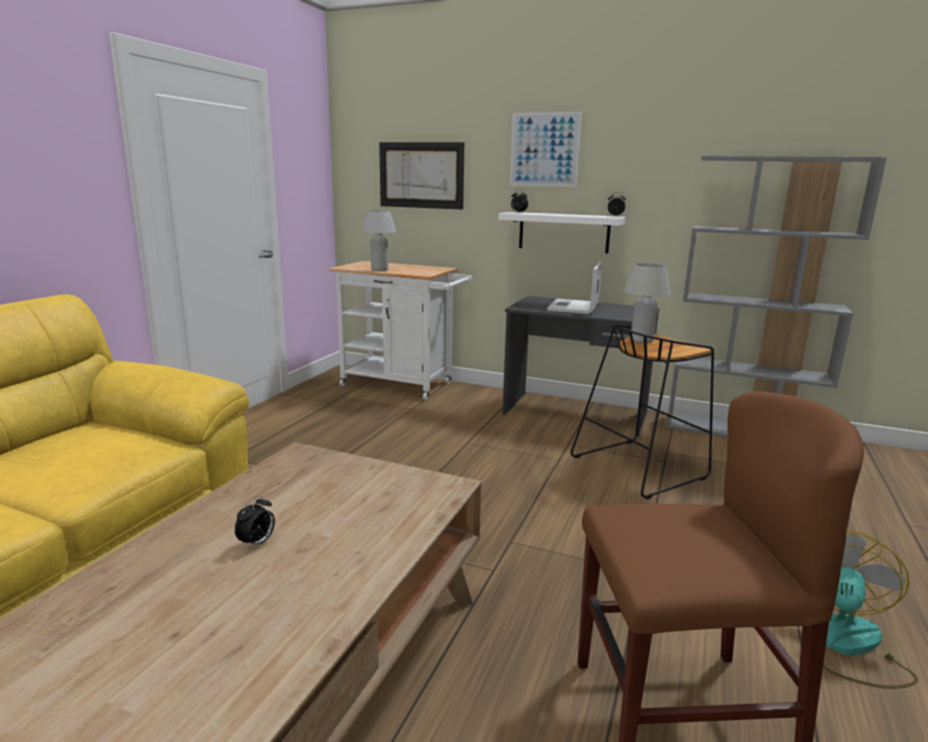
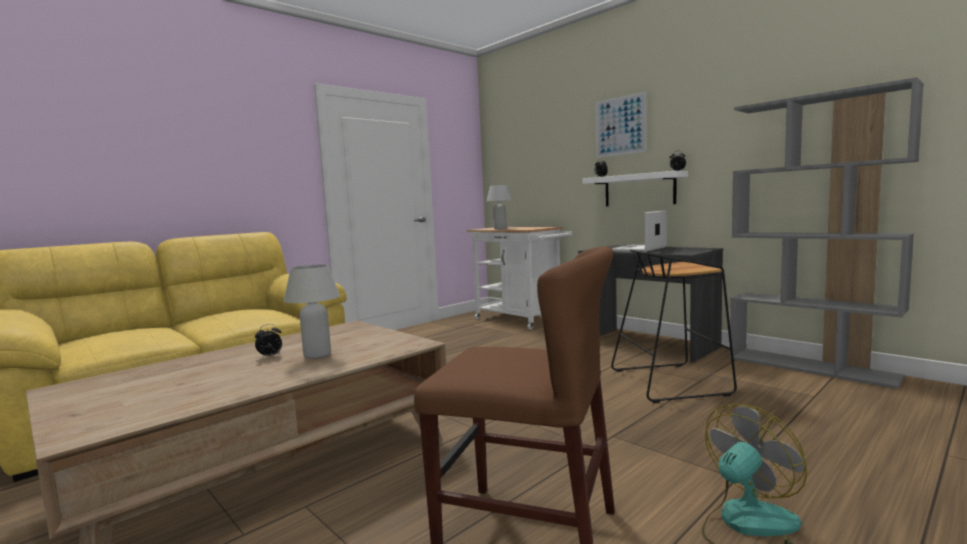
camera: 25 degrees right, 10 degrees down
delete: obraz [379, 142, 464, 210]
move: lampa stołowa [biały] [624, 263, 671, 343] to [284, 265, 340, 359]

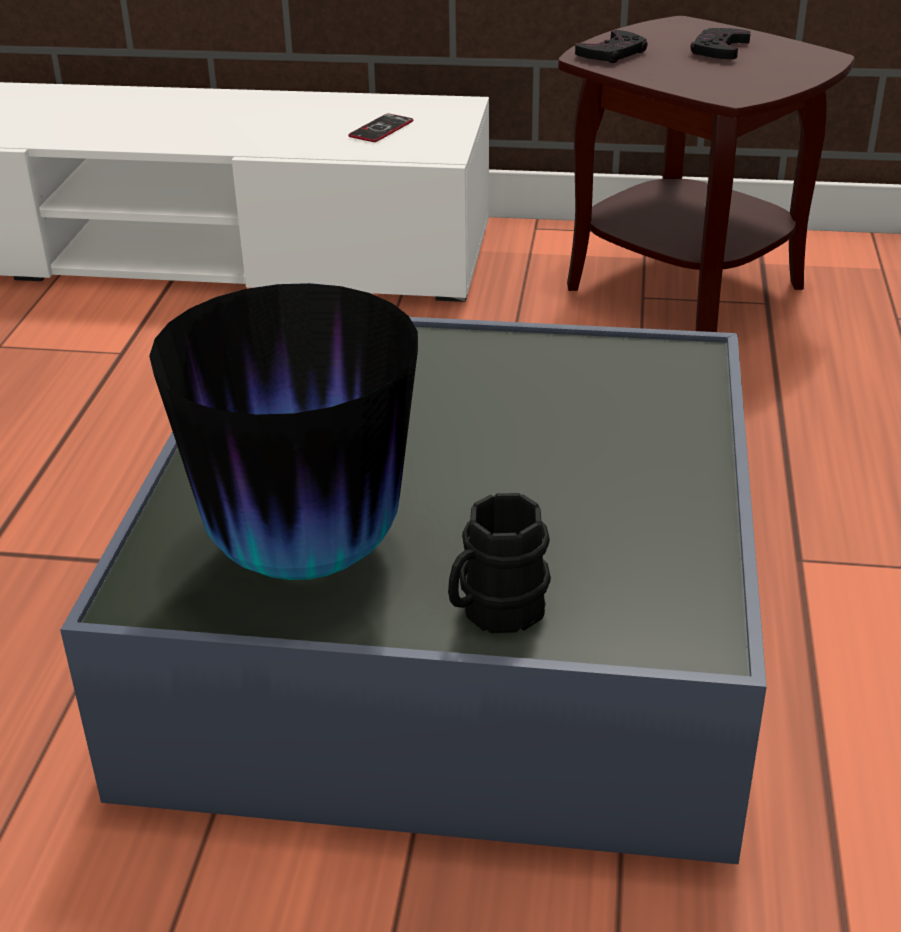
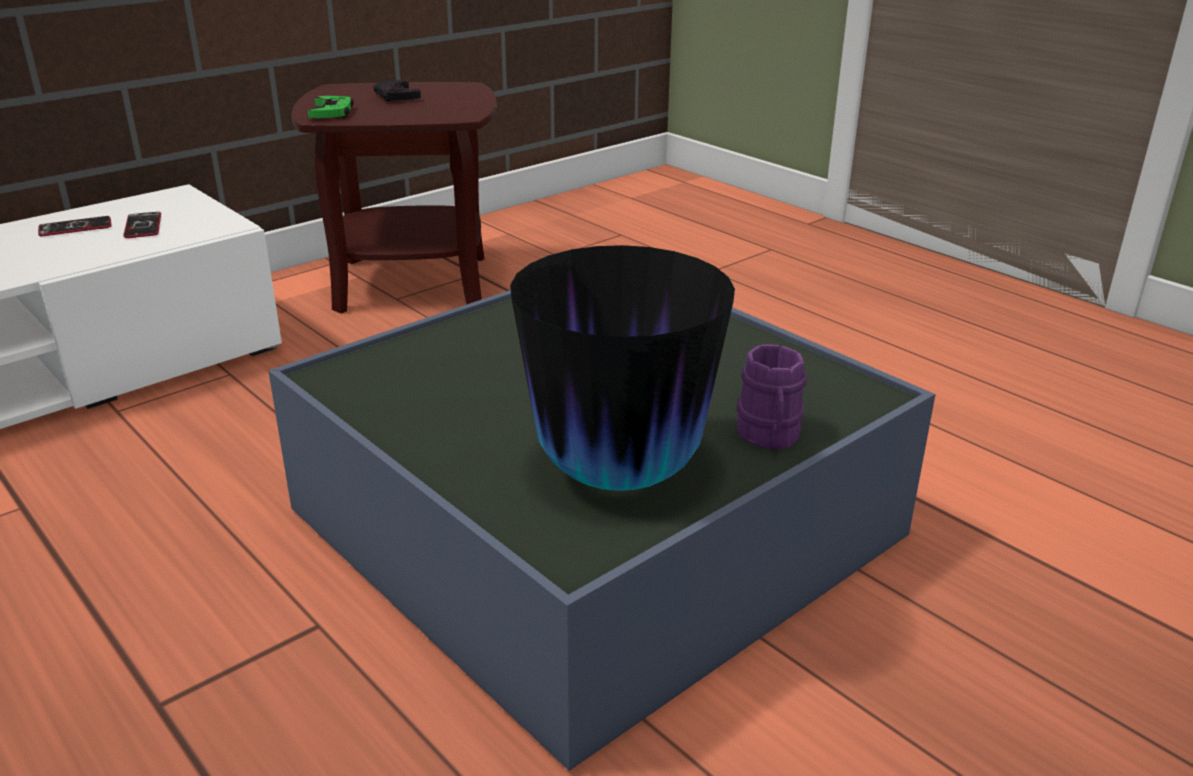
camera: 50 degrees left, 5 degrees down
insert: telefon [38, 216, 112, 236]
recolor: pad do gier [czarny] [575, 30, 648, 63] to pad do gier [zielony] [307, 96, 354, 118]; kubek [czarny] [448, 493, 551, 633] to kubek [fioletowy] [737, 345, 807, 449]

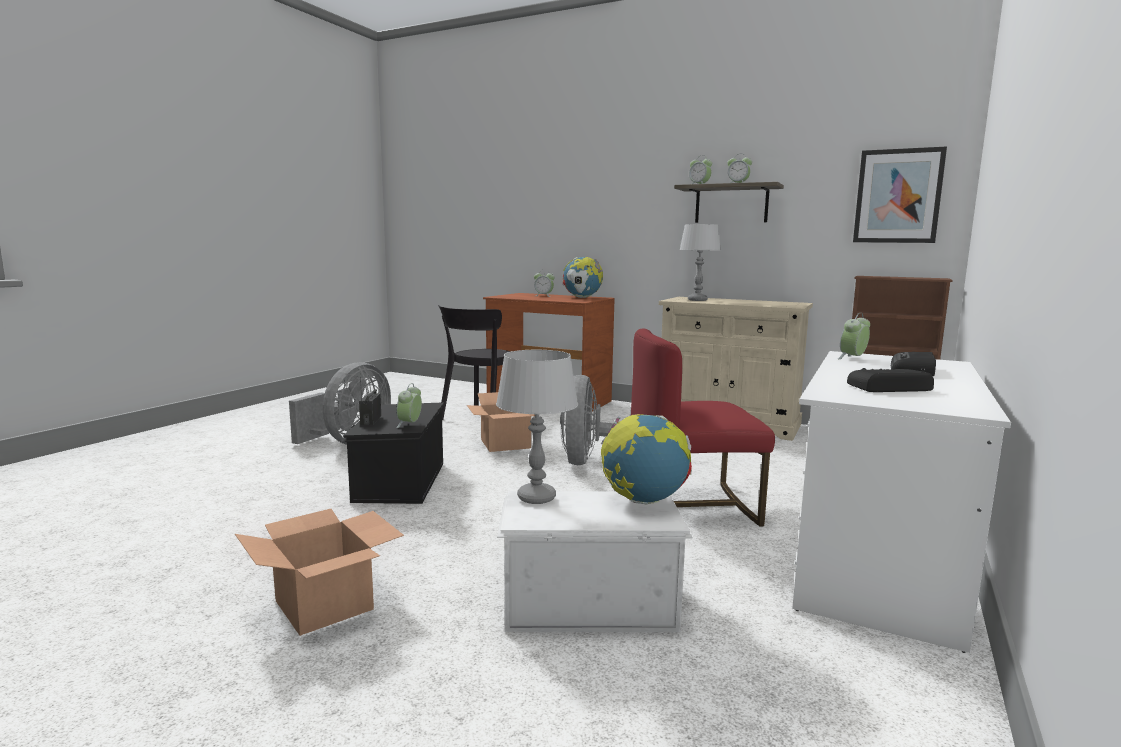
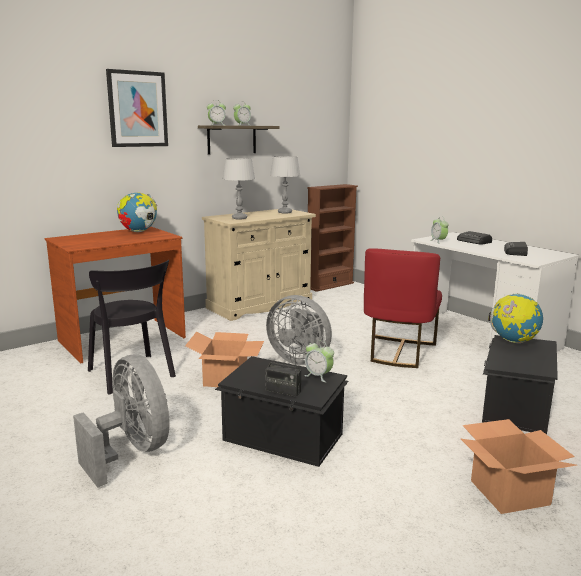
camera: 65 degrees left, 5 degrees up
delete: budzik [534, 270, 555, 297]
move: obraz [853, 147, 947, 243] to [106, 69, 168, 147]; lampa stołowa [szary] [496, 350, 578, 504] to [270, 156, 300, 213]
recolor: pojemnik do przechowywania [biały] [497, 491, 693, 632] to pojemnik do przechowywania [czarny] [482, 335, 558, 435]

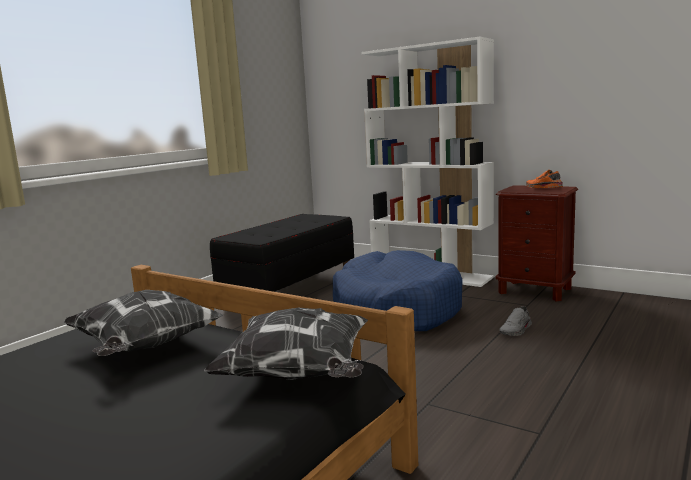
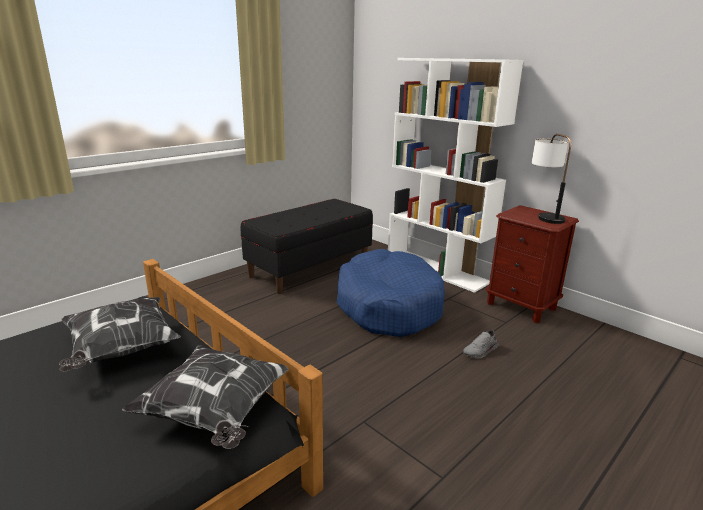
camera: 10 degrees right, 10 degrees up
replace: but [pomarańczowy] [526, 170, 563, 188] to lampa stołowa [532, 134, 571, 224]

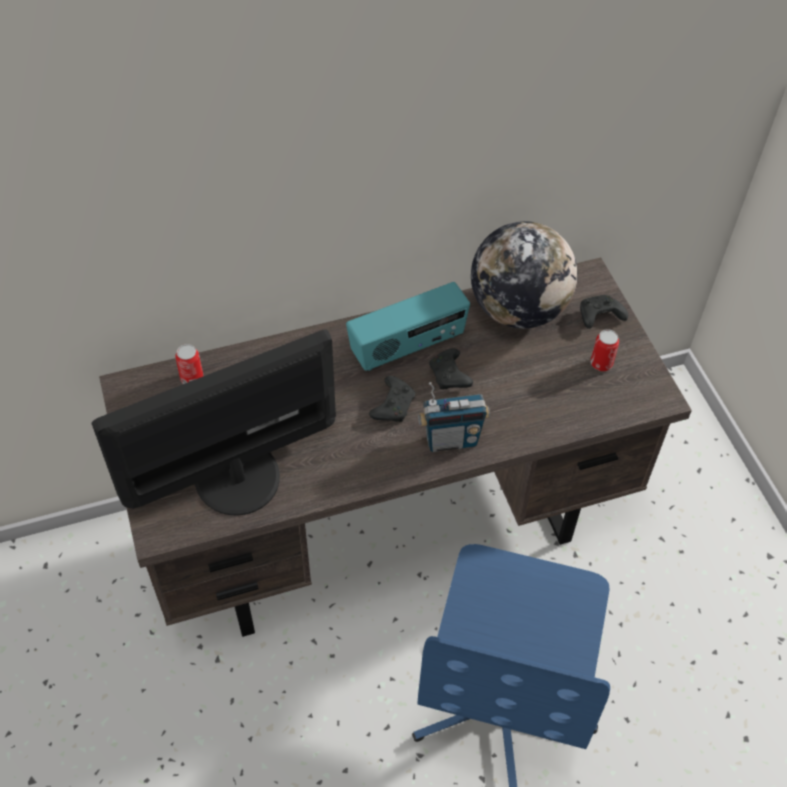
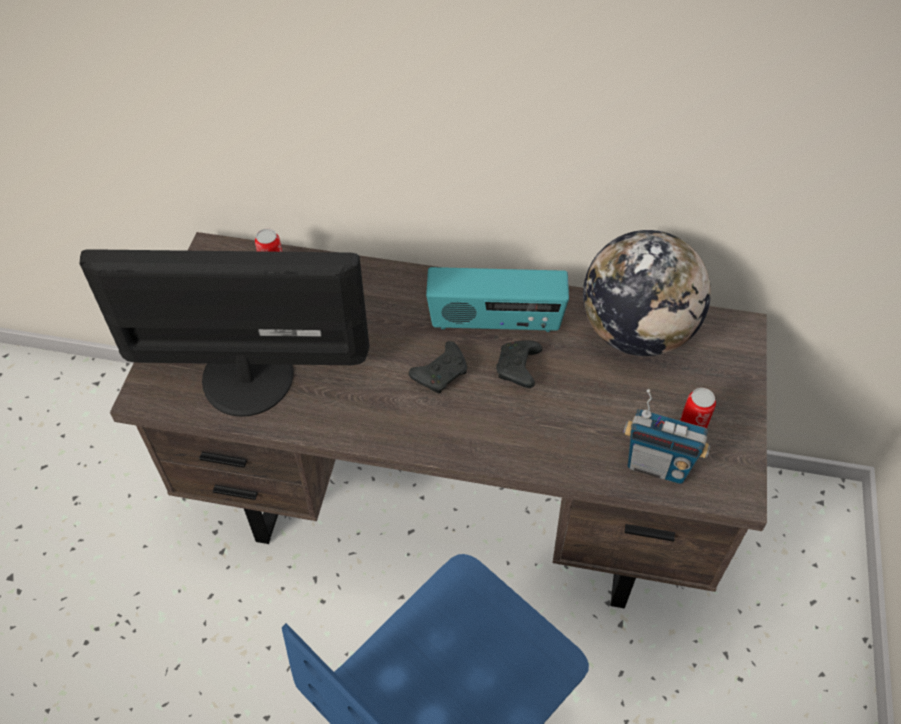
camera: 30 degrees right, 0 degrees up
delete: pad do gier [czarny] [580, 295, 628, 329]
move: radio [418, 382, 490, 452] to [623, 389, 710, 484]

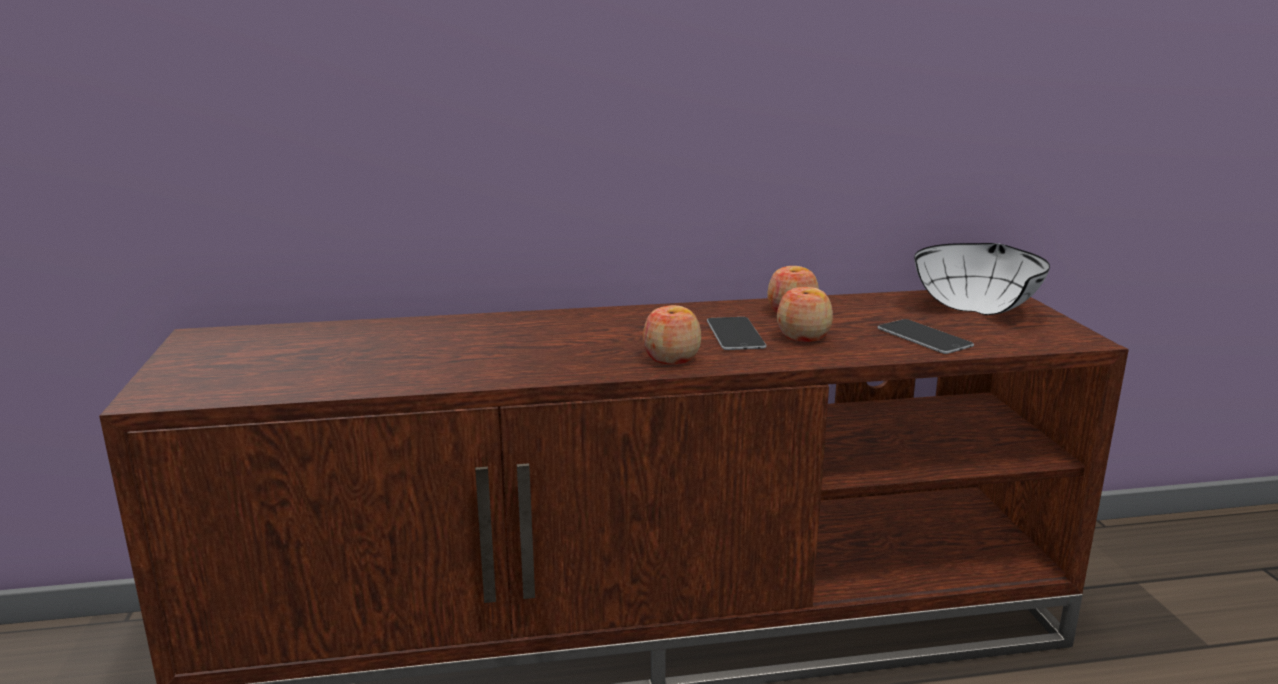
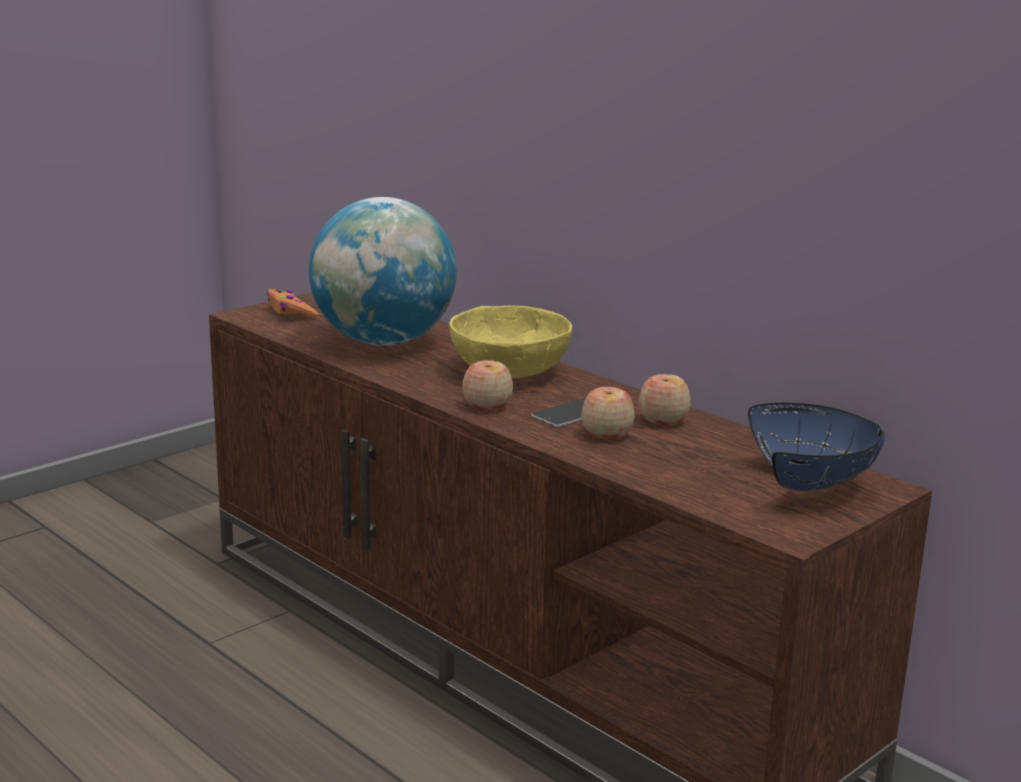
camera: 55 degrees right, 0 degrees up
delete: telefon [878, 319, 974, 354]
insert: pad do gier [pomarańczowy] [267, 289, 318, 319]; globus [309, 197, 457, 346]; miska [żółty] [449, 305, 572, 378]
recolor: miska [biały] [914, 243, 1050, 315] to miska [niebieski] [748, 403, 885, 491]

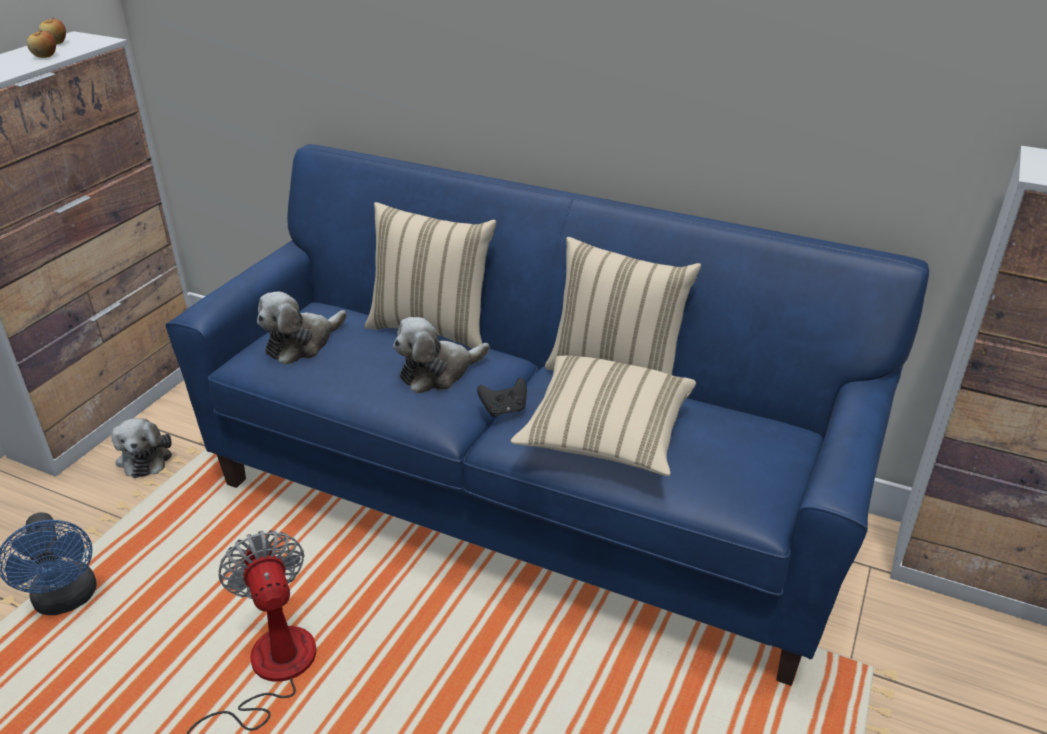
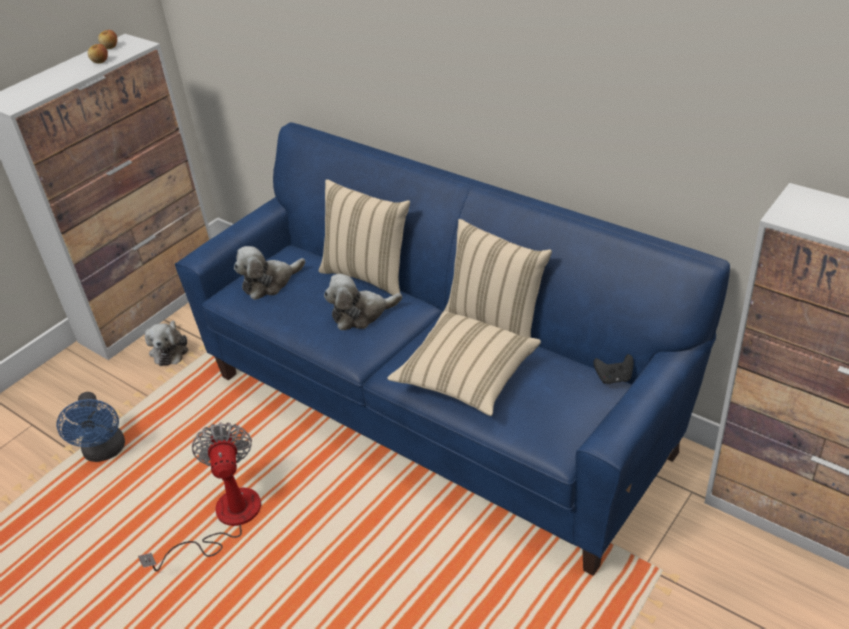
camera: 15 degrees right, 5 degrees up
move: pad do gier [czarny] [477, 377, 527, 417] to [593, 354, 634, 384]

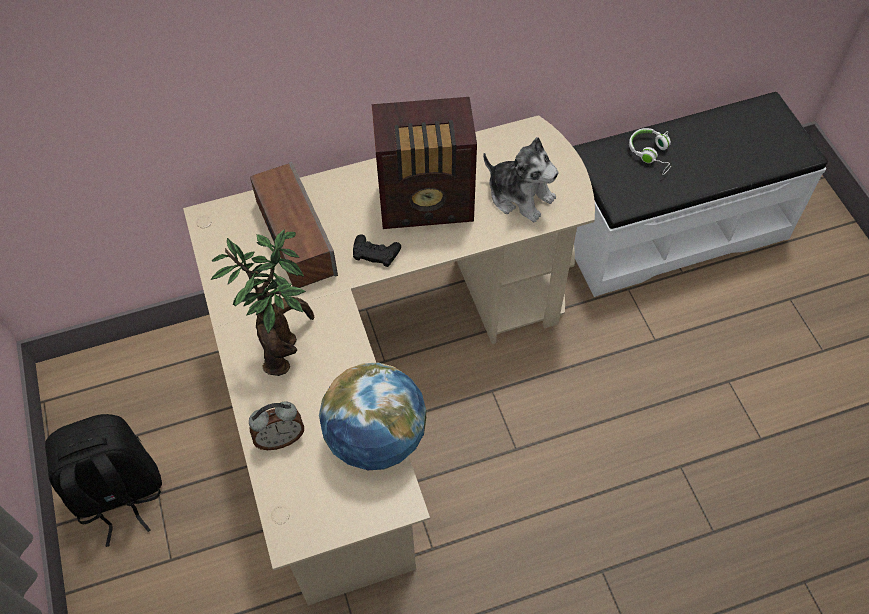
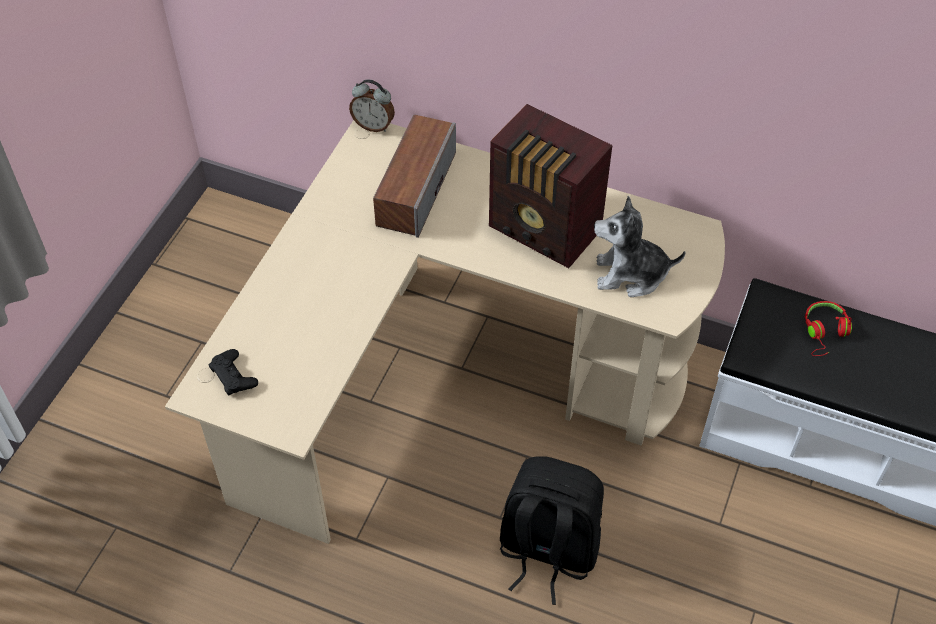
camera: 40 degrees right, 5 degrees down
delete: roślina doniczkowa [211, 229, 314, 376]; globus [319, 363, 426, 470]
move: pad do gier [czarny] [353, 234, 401, 267] to [209, 349, 258, 395]; budzik [249, 401, 304, 450] to [349, 79, 395, 132]; plecak [czarny] [45, 414, 162, 547] to [500, 456, 604, 605]
recolor: słuchawki [biały] [629, 128, 672, 175] to słuchawki [czerwony] [804, 301, 852, 356]
rotate: pluszak [483, 137, 559, 222] = [594, 196, 686, 297] 105 degrees clockwise

